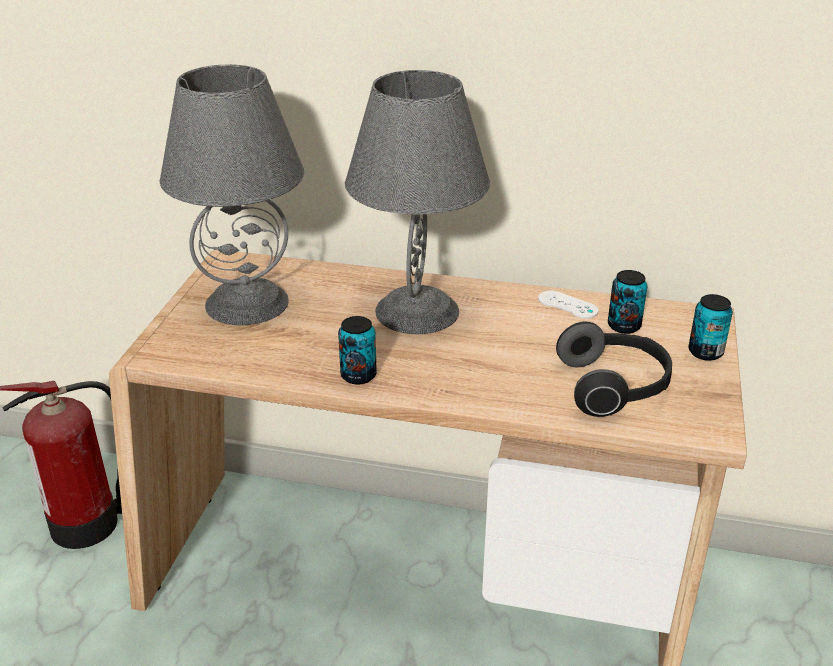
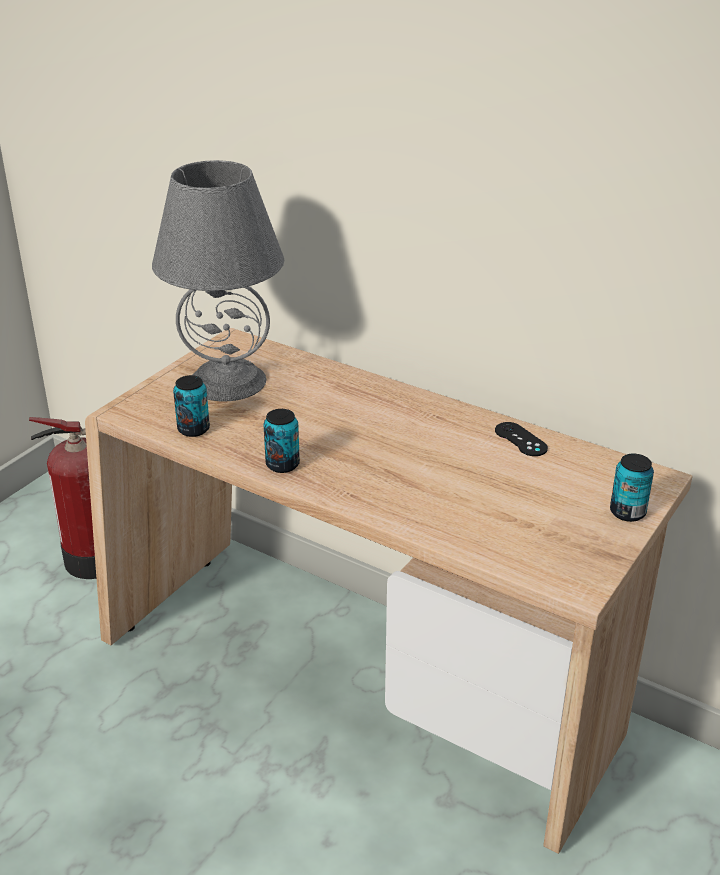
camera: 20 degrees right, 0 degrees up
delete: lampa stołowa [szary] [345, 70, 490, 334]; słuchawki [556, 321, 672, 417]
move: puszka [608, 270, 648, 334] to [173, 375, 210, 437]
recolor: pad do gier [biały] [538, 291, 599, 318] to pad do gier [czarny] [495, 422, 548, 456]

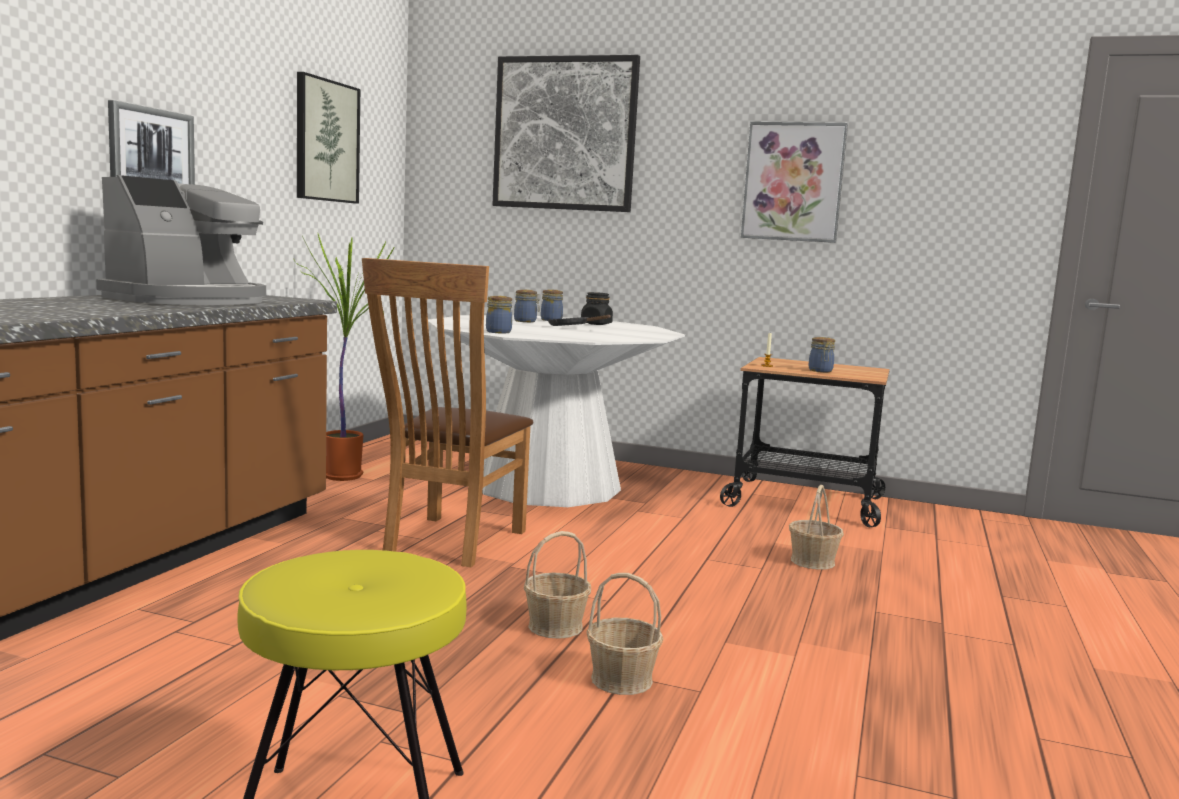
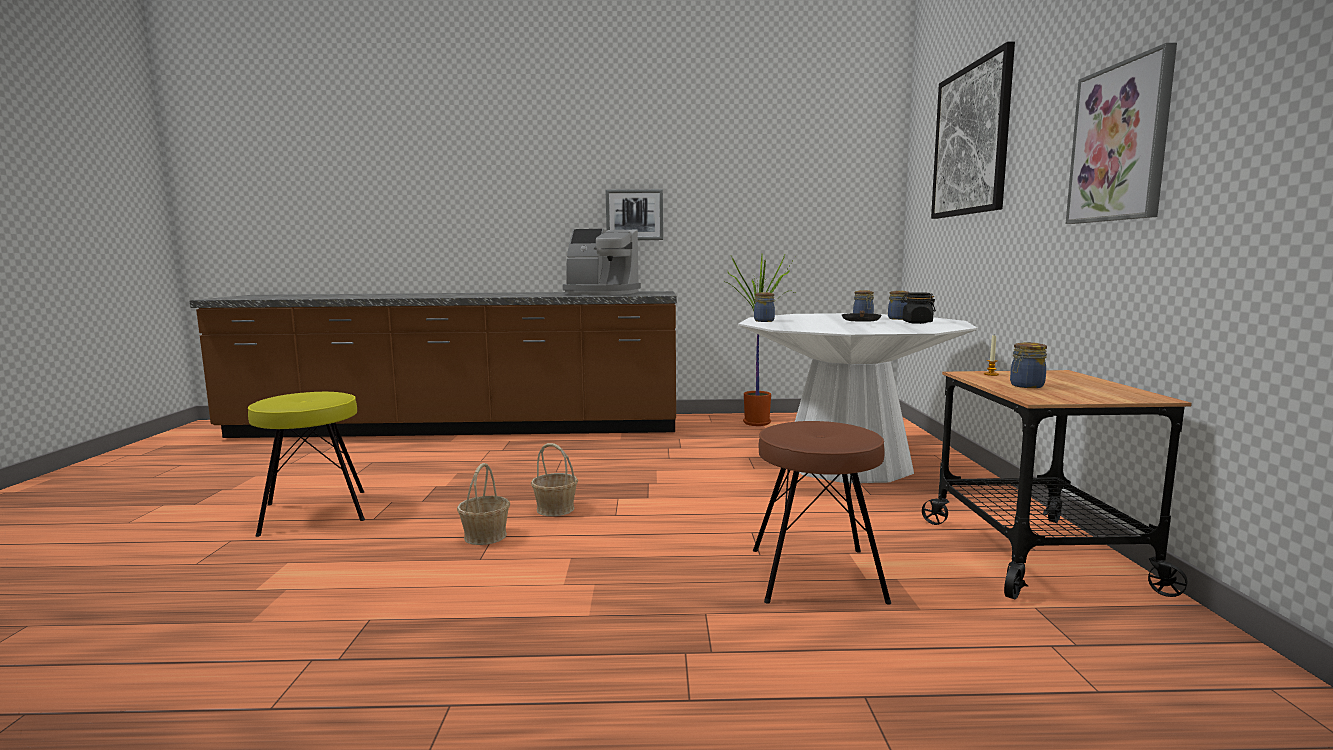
camera: 70 degrees right, 0 degrees up
delete: obraz [297, 72, 360, 204]; krzesło [brązowy] [362, 258, 533, 567]
replace: koszyk [789, 485, 844, 570] to stołek [brązowy] [753, 421, 891, 605]

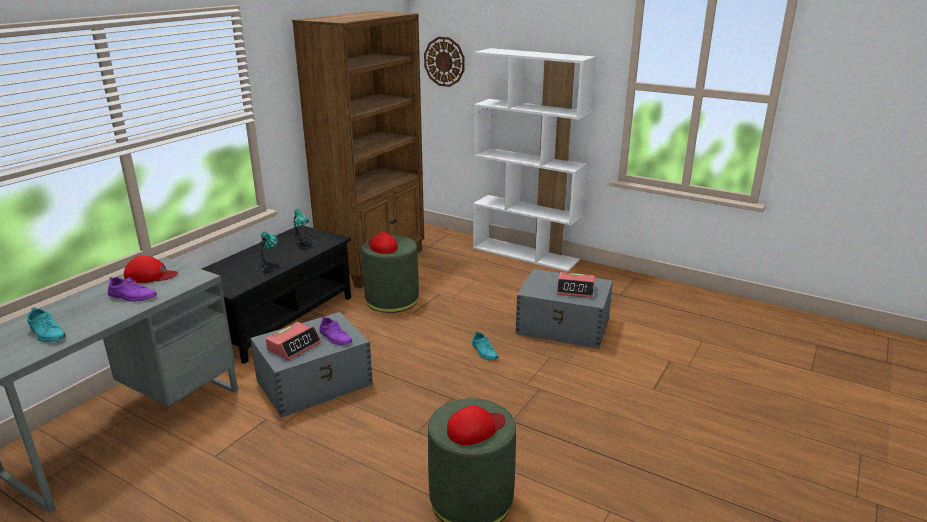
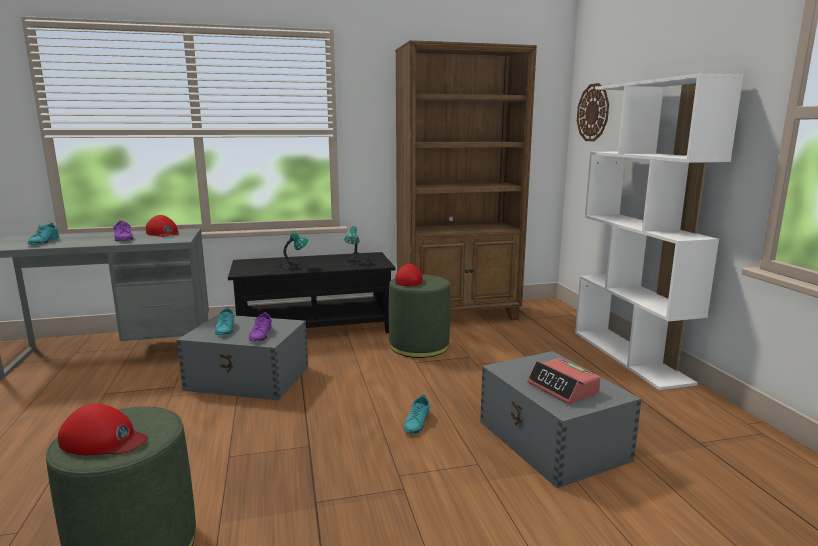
camera: 45 degrees right, 10 degrees down
replace: budzik [266, 322, 321, 361] to but [turkusowy] [215, 307, 235, 335]

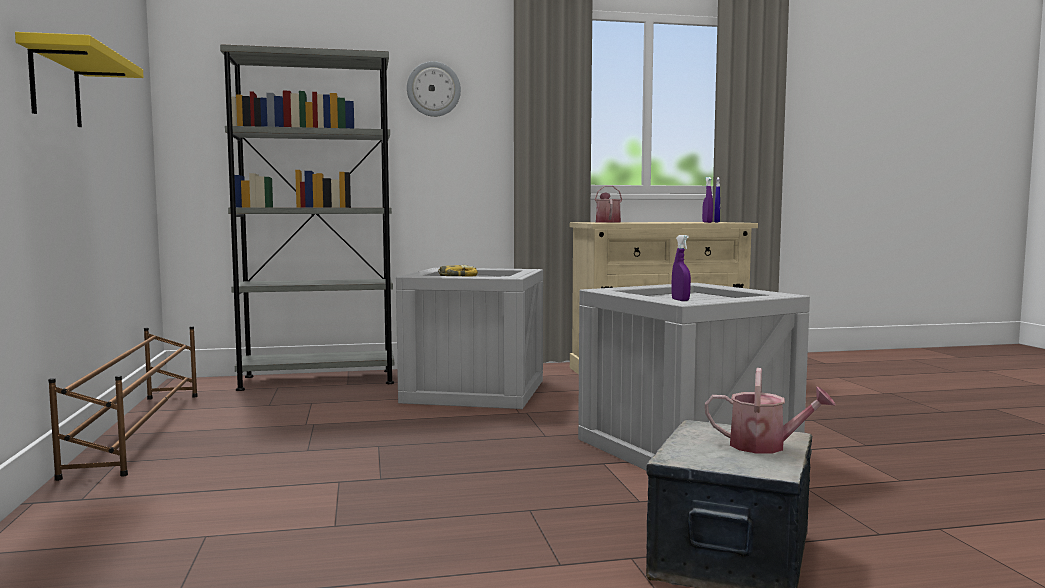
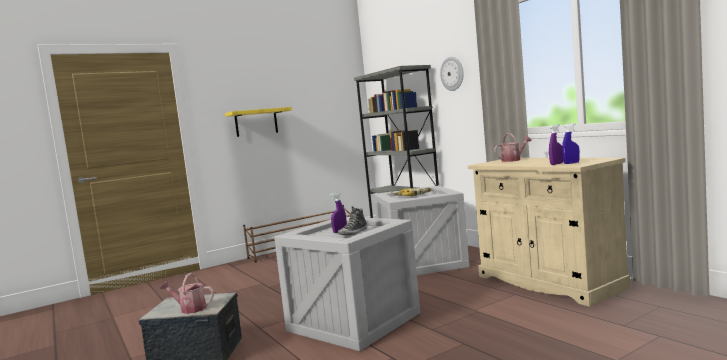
camera: 70 degrees right, 0 degrees up
insert: but [338, 208, 367, 235]
rotate: konewka [705, 368, 836, 453] = [160, 273, 214, 314] 105 degrees clockwise

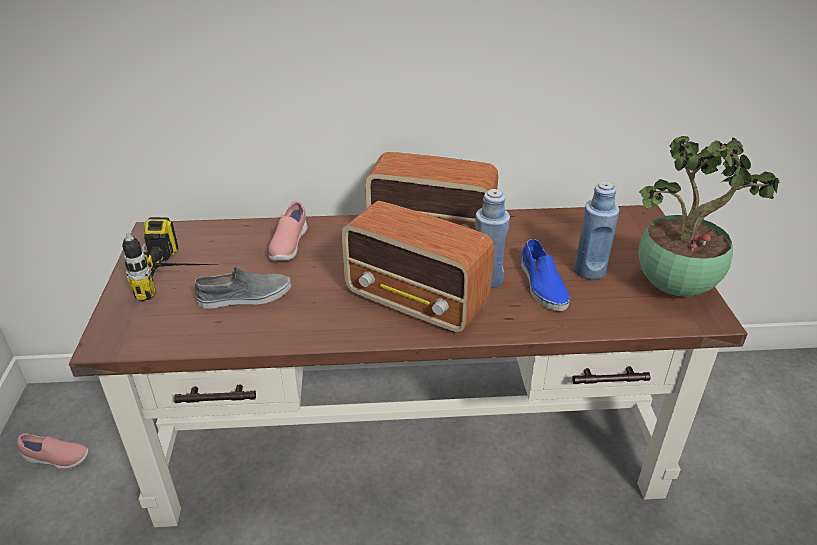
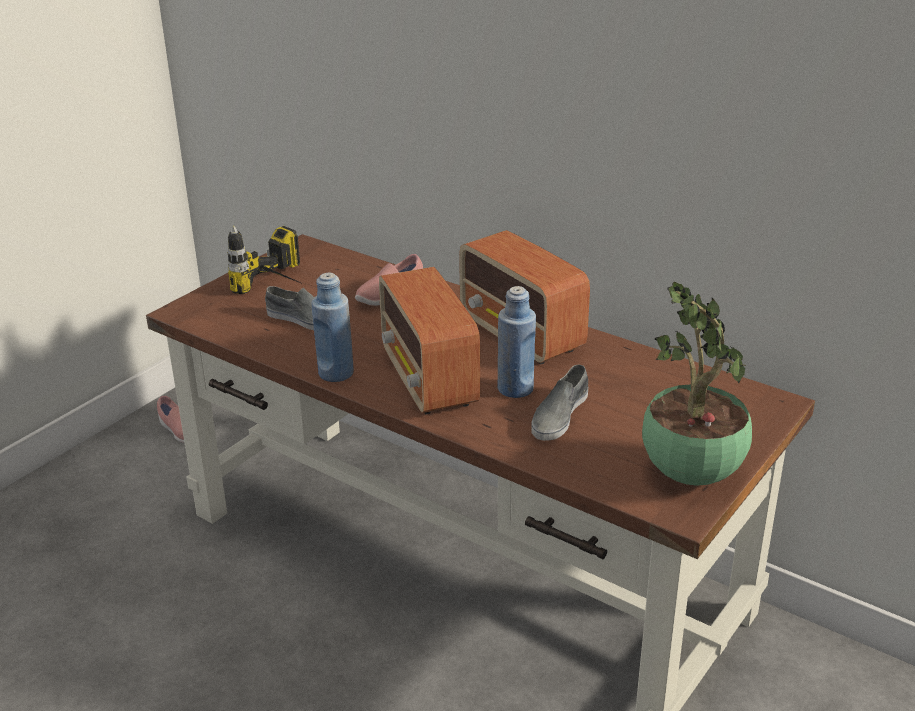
camera: 40 degrees right, 5 degrees down
move: butelka [niebieski] [574, 182, 619, 280] to [312, 273, 354, 382]
recolor: but [niebieski] [521, 239, 570, 311] to but [szary] [531, 365, 588, 441]

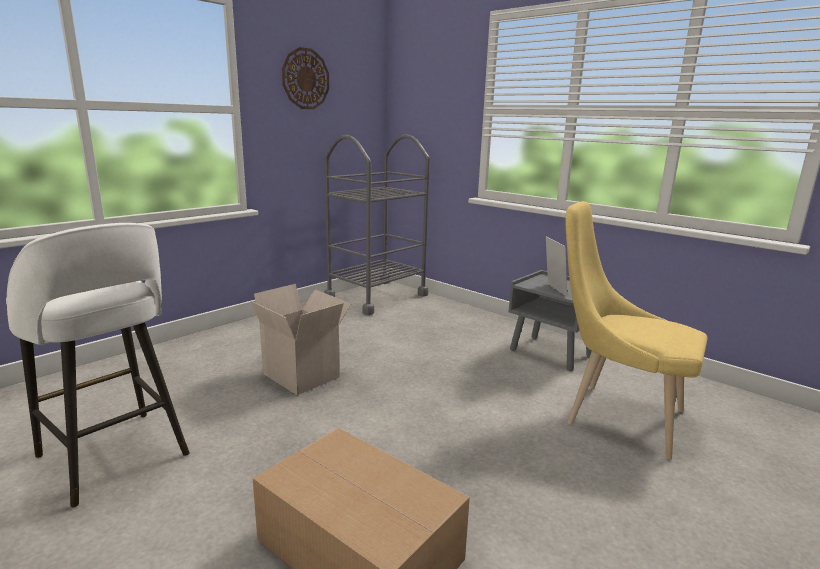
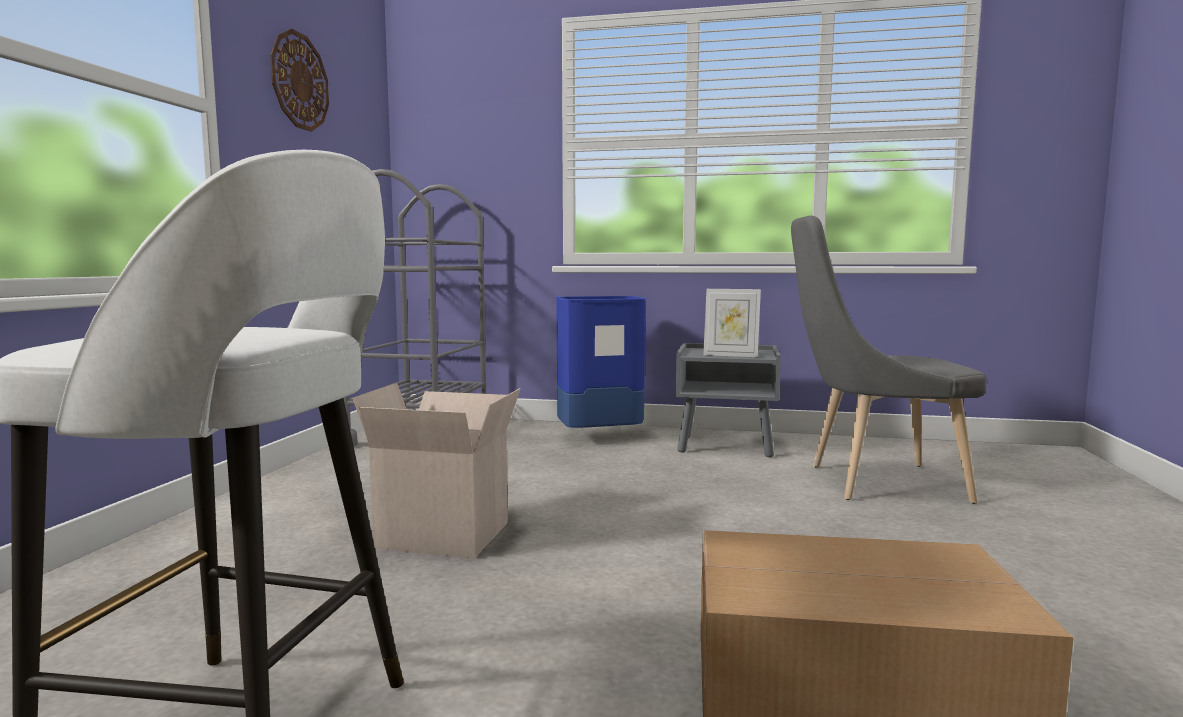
camera: 30 degrees left, 10 degrees down
insert: kosz na śmieci [niebieski] [554, 296, 648, 428]
recolor: krzesło [żółty] [565, 201, 707, 459] to krzesło [szary] [791, 216, 986, 504]
rotate: ramka na zdjęcie [546, 237, 567, 296] = [703, 289, 761, 357] 150 degrees clockwise

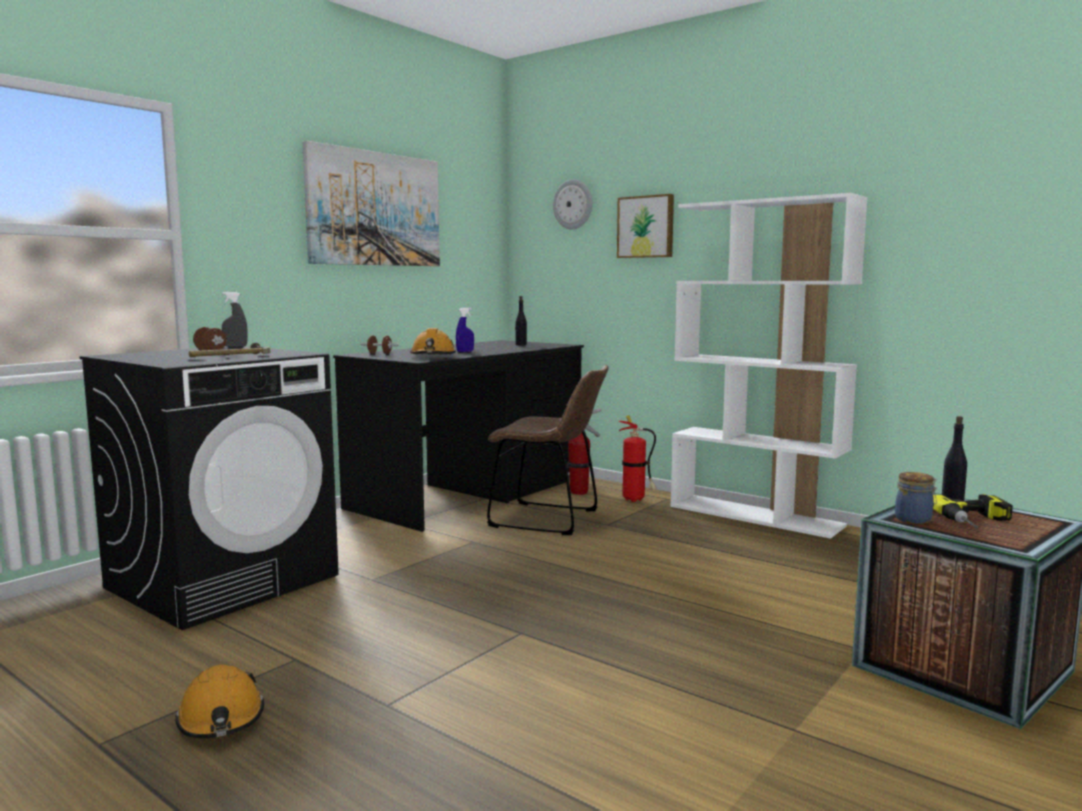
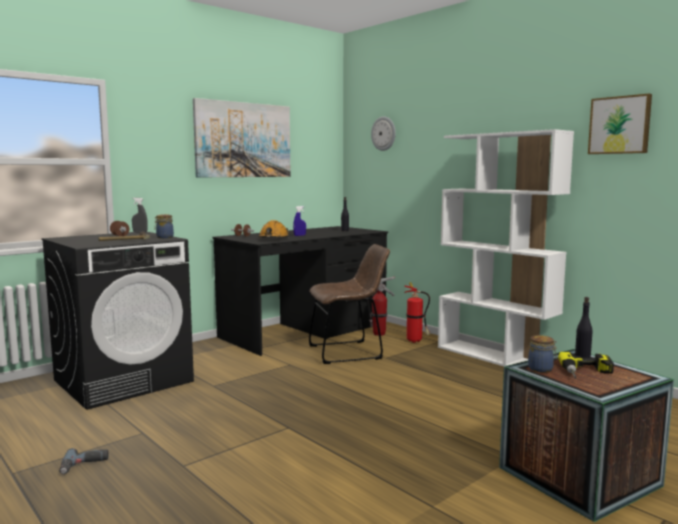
camera: 10 degrees right, 0 degrees up
insert: słoik [154, 214, 174, 238]
move: obraz [617, 194, 674, 258] to [588, 94, 652, 154]
replace: kask [pomarańczowy] [175, 664, 264, 738] to wiertarka [59, 448, 109, 474]
rotate: krzesło [brązowy] [487, 365, 609, 535] = [309, 244, 390, 364] 45 degrees counterclockwise

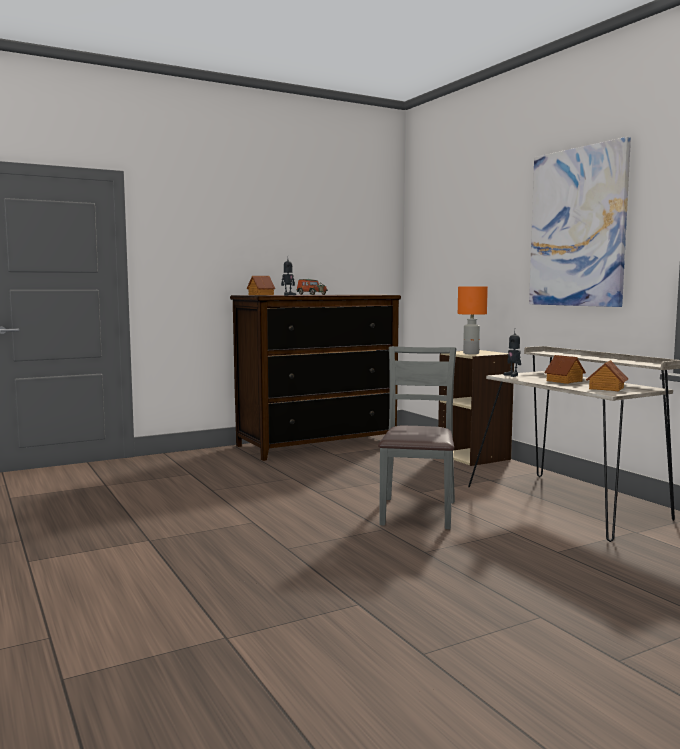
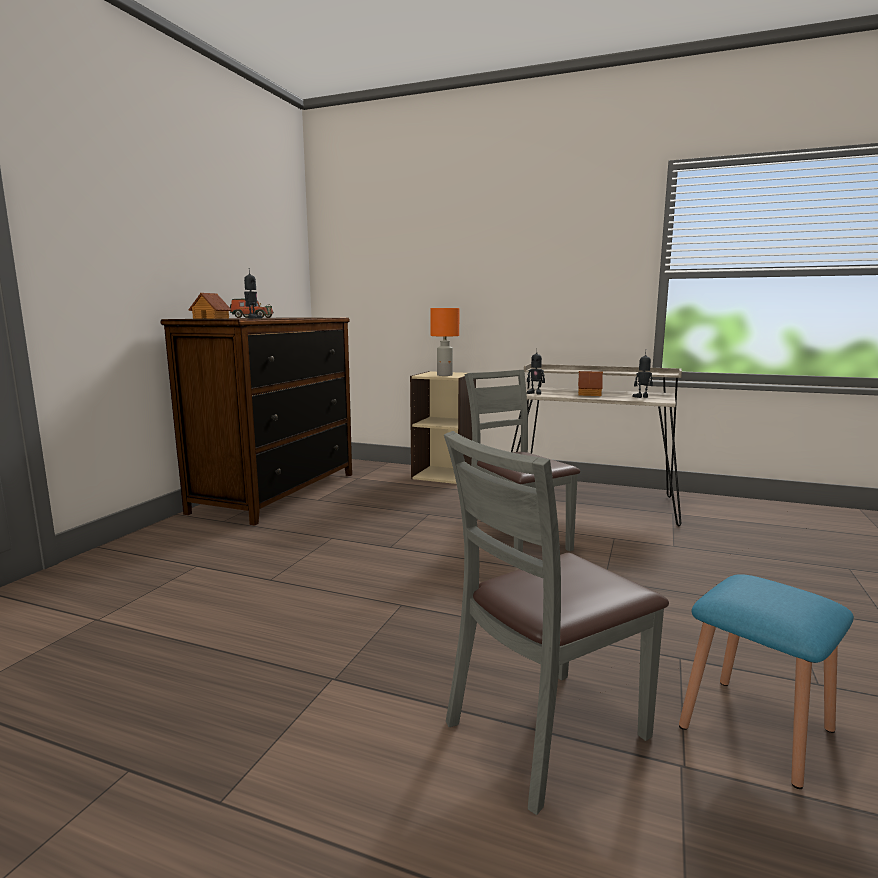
camera: 40 degrees left, 5 degrees up
delete: obraz [529, 137, 631, 307]
insert: krzesło [szary] [444, 431, 669, 815]; stołek [niebieski] [679, 574, 854, 789]
replace: domek [586, 360, 628, 391] to robot zabawkowy [632, 354, 653, 398]

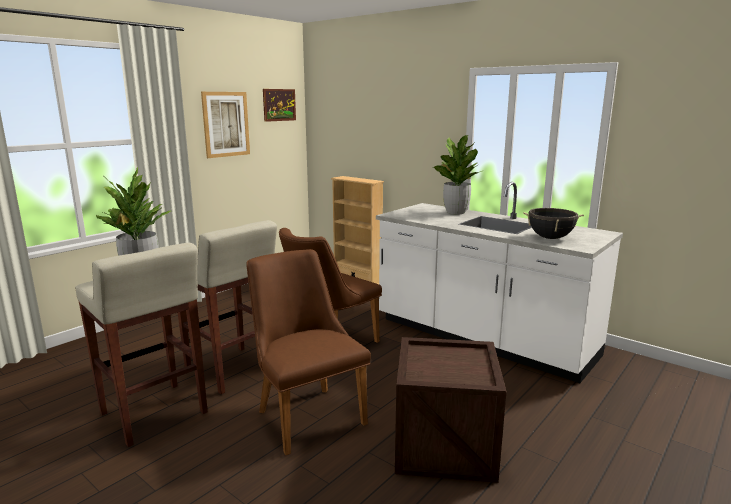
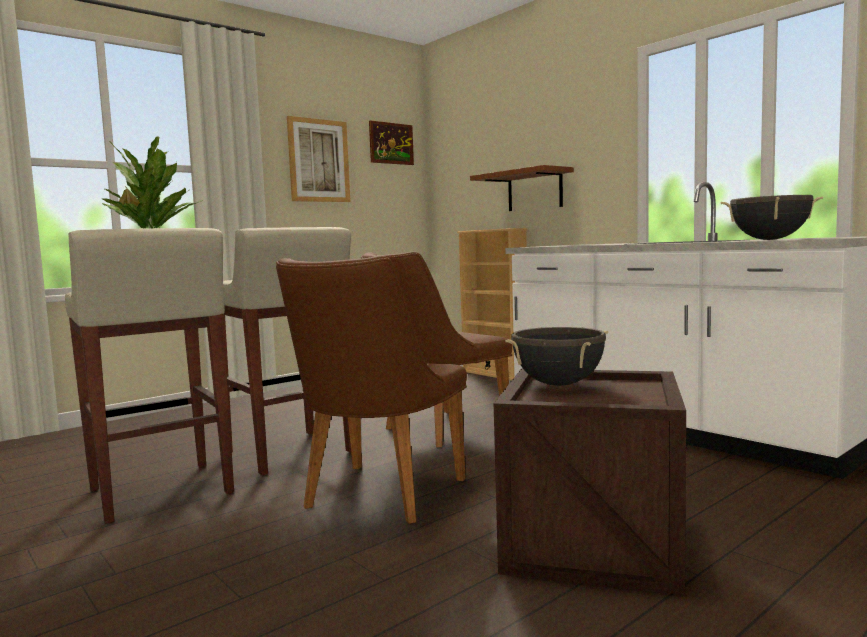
camera: 10 degrees right, 10 degrees down
delete: roślina doniczkowa [434, 135, 482, 214]
insert: półka [brązowy] [470, 165, 574, 211]; garnek [czarny] [505, 327, 609, 386]
rotate: krzesło [brązowy] [246, 249, 371, 455] = [276, 255, 467, 524] 135 degrees counterclockwise

